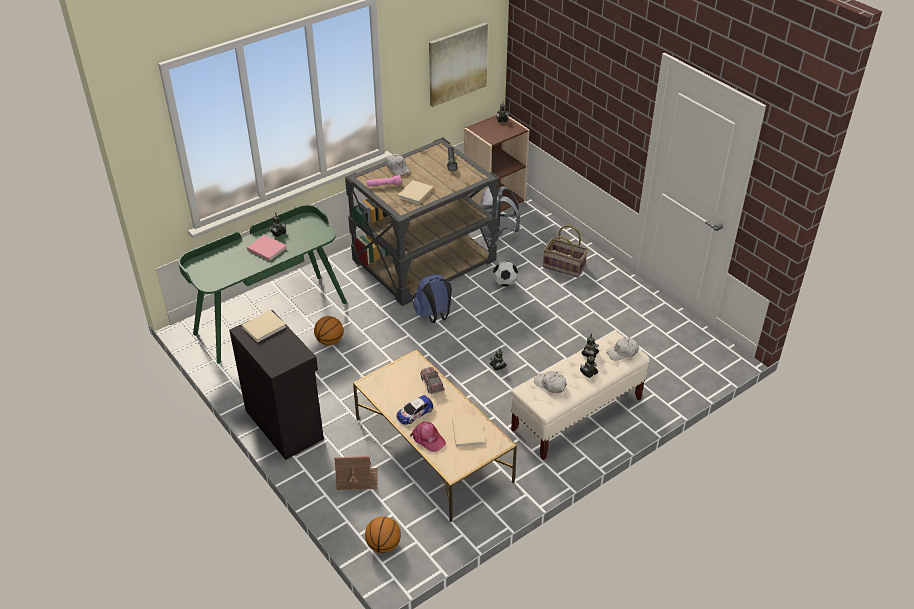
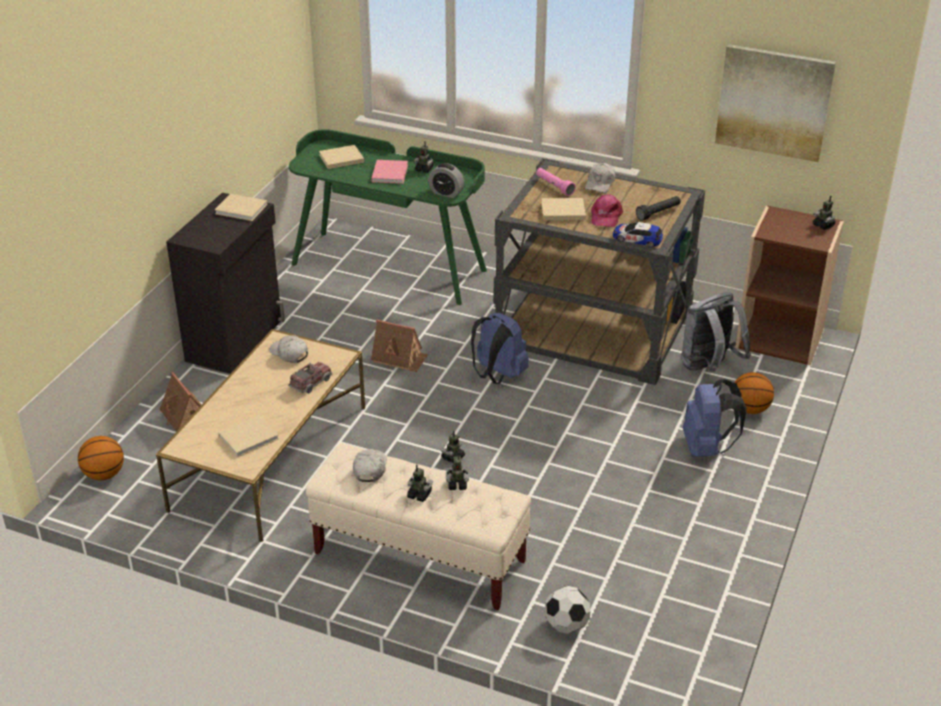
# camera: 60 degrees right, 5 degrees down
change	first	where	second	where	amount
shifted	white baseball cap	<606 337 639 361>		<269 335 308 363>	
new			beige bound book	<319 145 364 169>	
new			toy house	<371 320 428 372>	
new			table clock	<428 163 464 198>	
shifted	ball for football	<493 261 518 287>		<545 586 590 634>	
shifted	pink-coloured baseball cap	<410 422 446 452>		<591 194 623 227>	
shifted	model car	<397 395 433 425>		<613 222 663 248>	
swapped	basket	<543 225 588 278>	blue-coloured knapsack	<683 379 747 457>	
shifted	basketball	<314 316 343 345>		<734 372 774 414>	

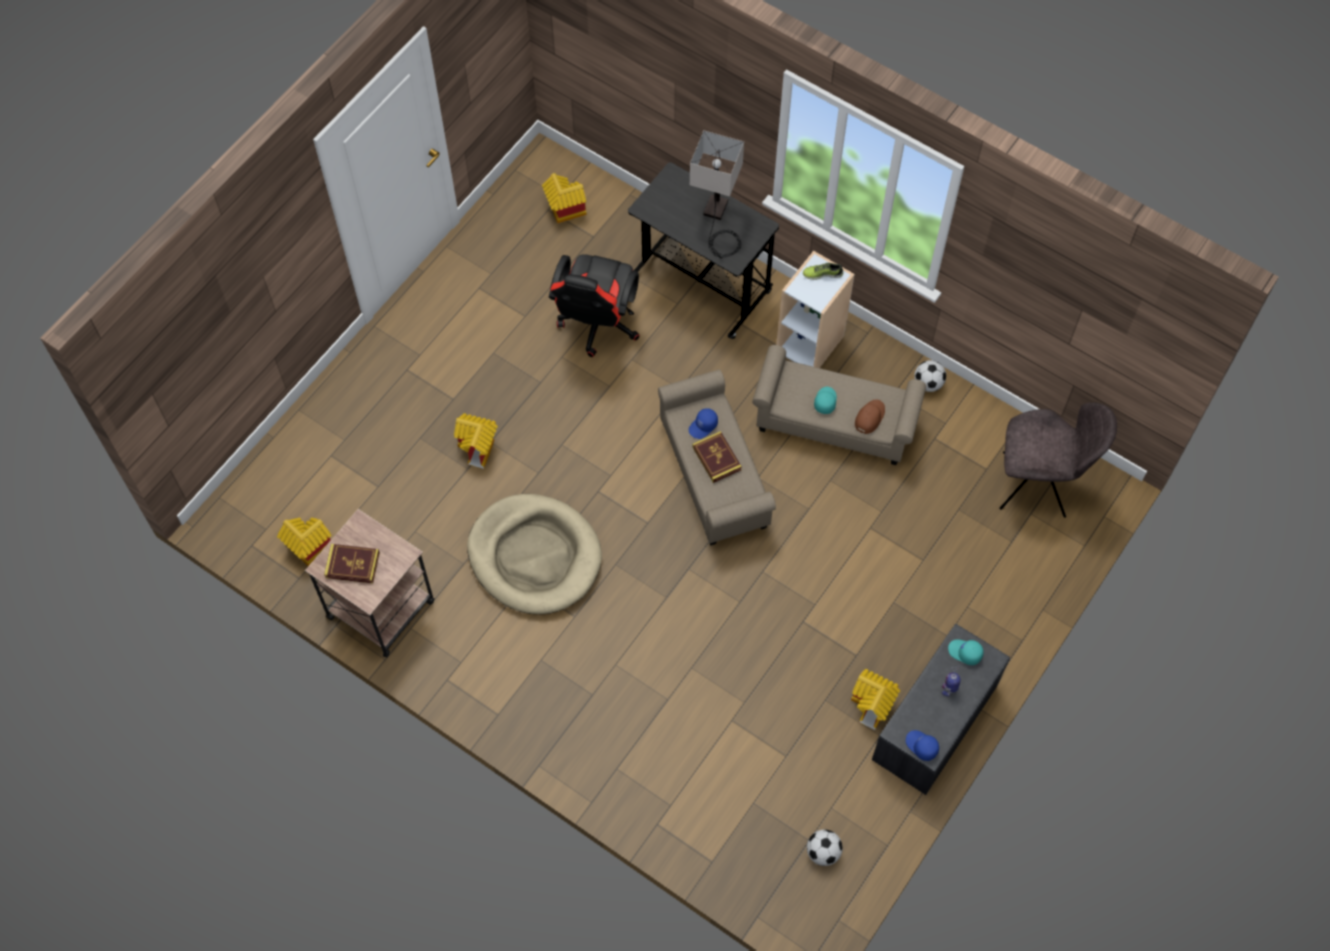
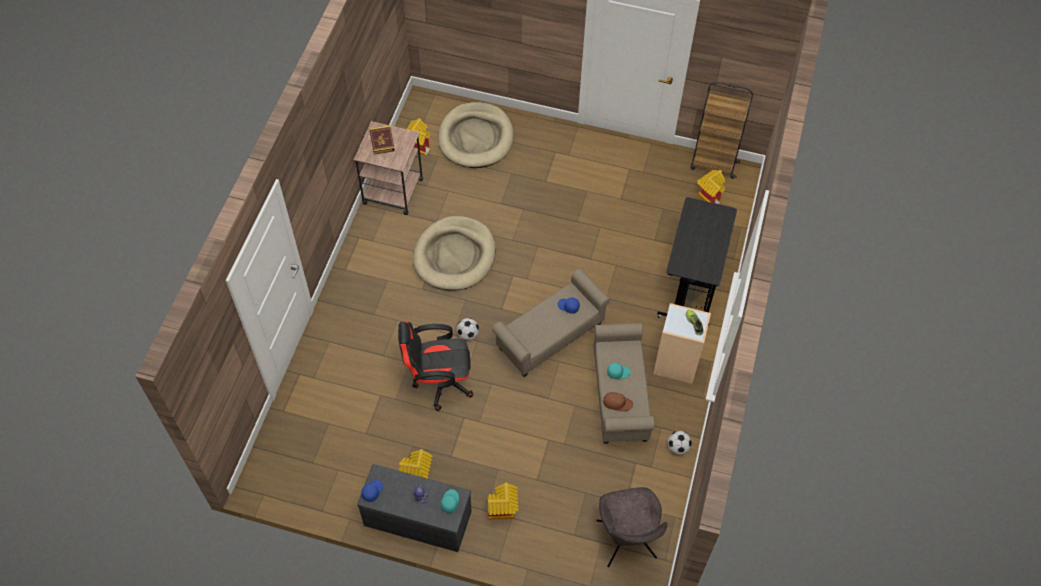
# camera: 70 degrees right, 5 degrees down
change	first	where	second	where	amount
shifted	blackish office chair	<549 254 640 357>		<398 321 473 411>	
new			beige dog cushion	<438 102 514 168>	
shifted	ball for football	<807 830 843 866>		<457 318 479 341>	
shifted	toy house	<454 413 498 469>		<488 483 518 520>	
new			brownish trolley	<690 82 753 179>	
gone	lamp for a table	<690 130 744 258>			
gone	bound book	<692 431 742 483>			

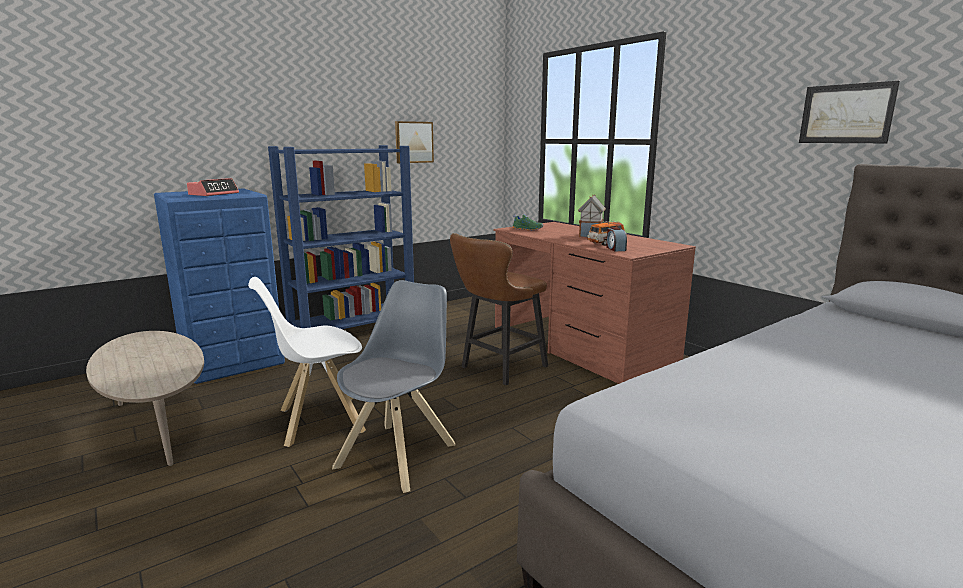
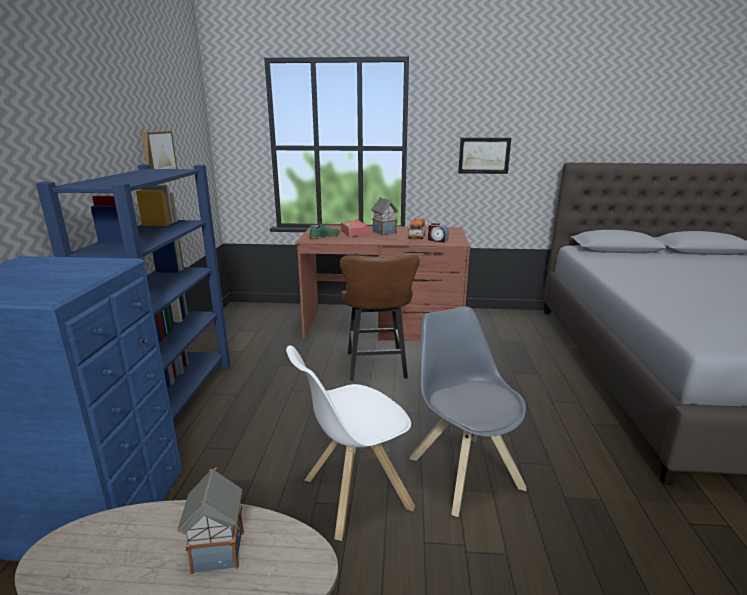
# camera: 50 degrees left, 5 degrees up
change	first	where	second	where	amount
new			toy house	<178 467 244 574>	
rotated	white chair	<248 277 366 447>		<286 345 415 541>	45 degrees clockwise
shifted	table clock	<187 178 239 196>		<341 219 371 237>	
shifted	wall art	<799 81 900 143>		<458 138 511 174>	

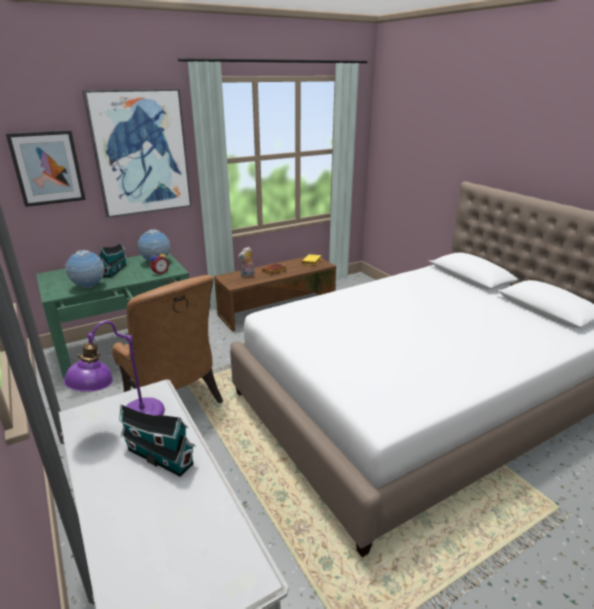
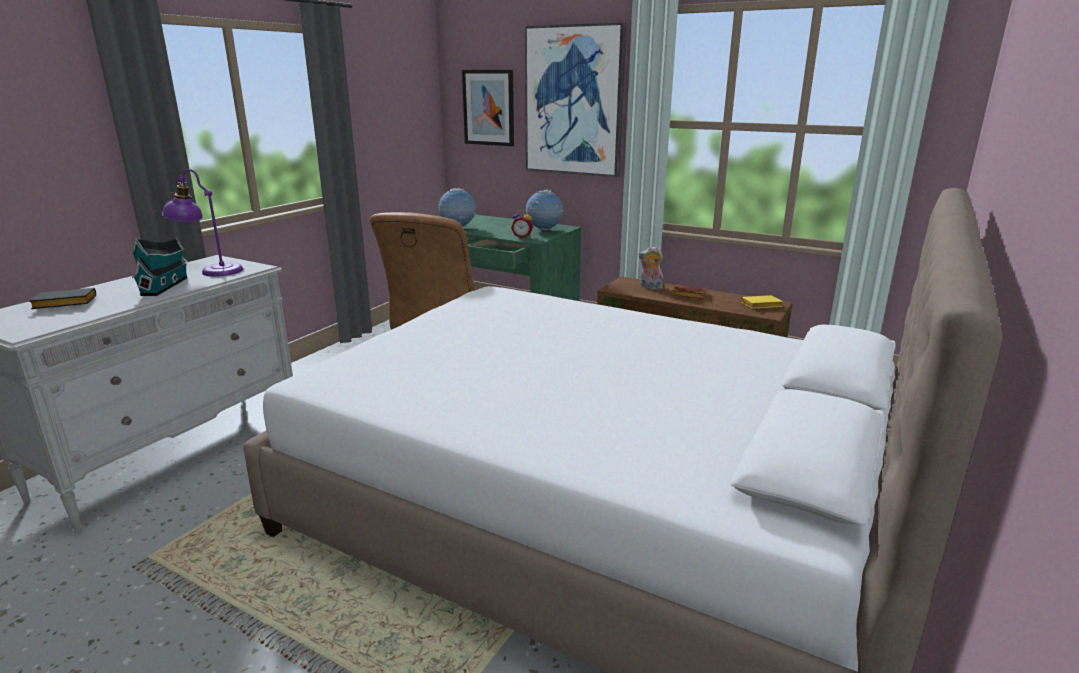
# camera: 60 degrees right, 5 degrees down
change	first	where	second	where	amount
new			blackish bound book	<29 288 96 309>	
gone	toy house	<99 243 127 277>			

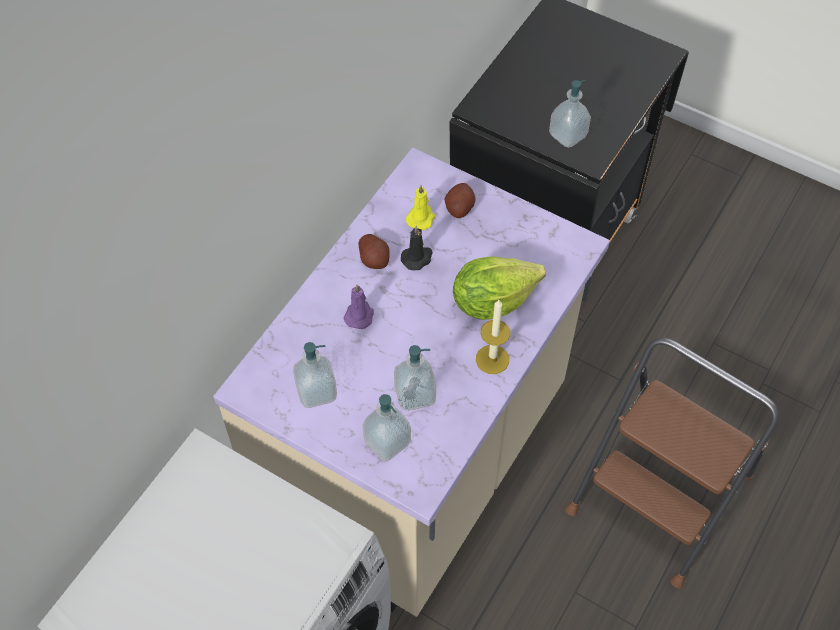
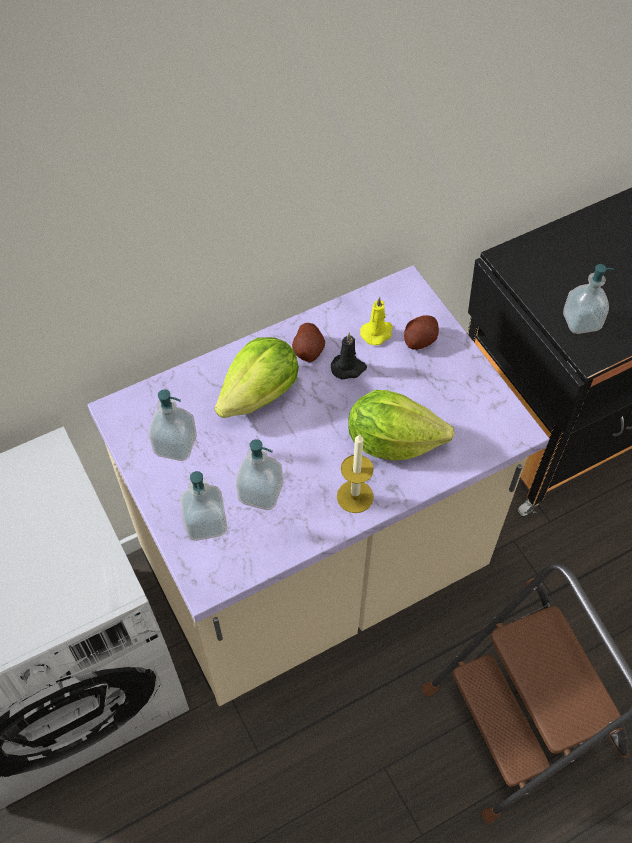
# camera: 30 degrees right, 0 degrees up
change	first	where	second	where	amount
swapped	purple-coloured wax candle	<343 284 374 329>	lettuce	<214 337 299 418>	

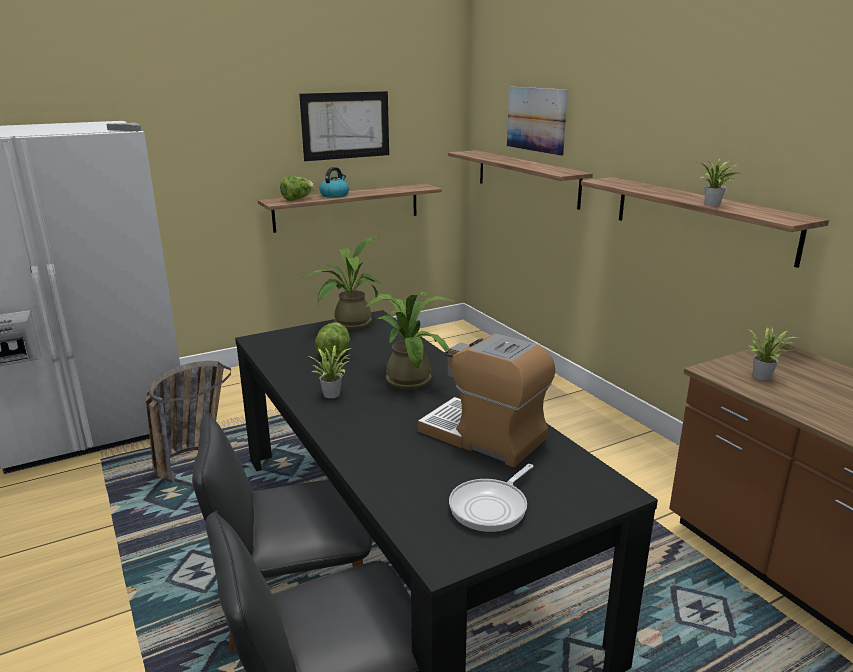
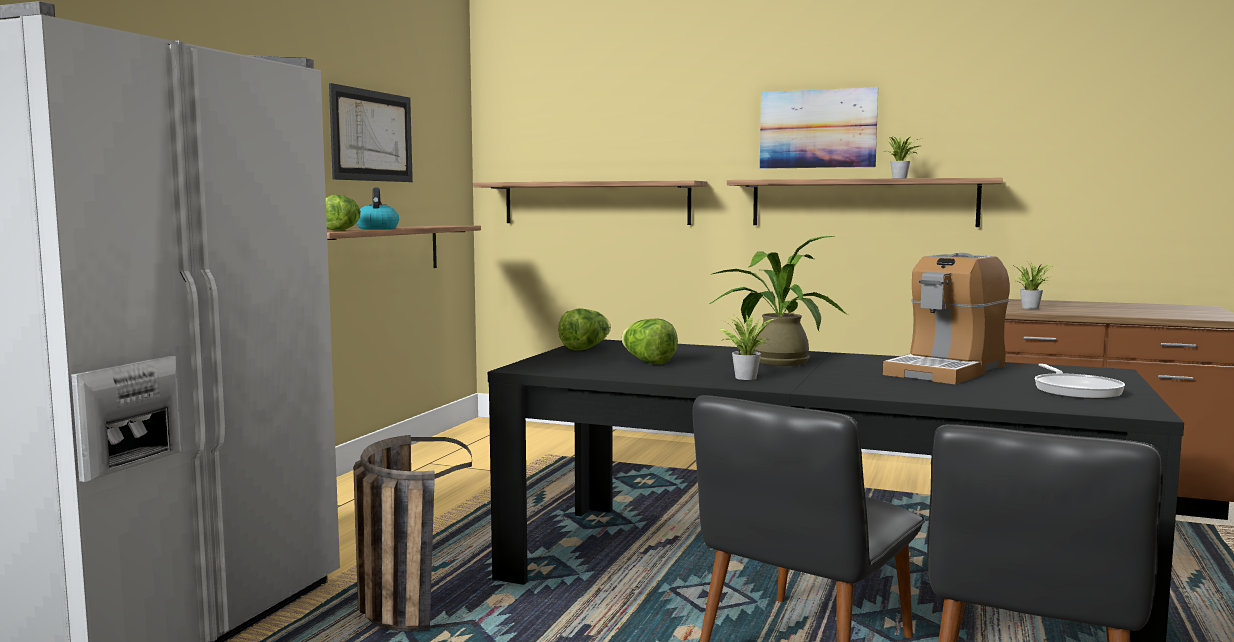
# camera: 40 degrees left, 15 degrees down
change	first	where	second	where	amount
swapped	plant in a pot	<303 237 381 330>	lettuce	<558 308 611 350>	
shifted	wall art	<507 87 568 156>		<760 87 878 169>	
rotated	coffee maker	<418 334 555 468>		<883 253 1010 385>	45 degrees counterclockwise

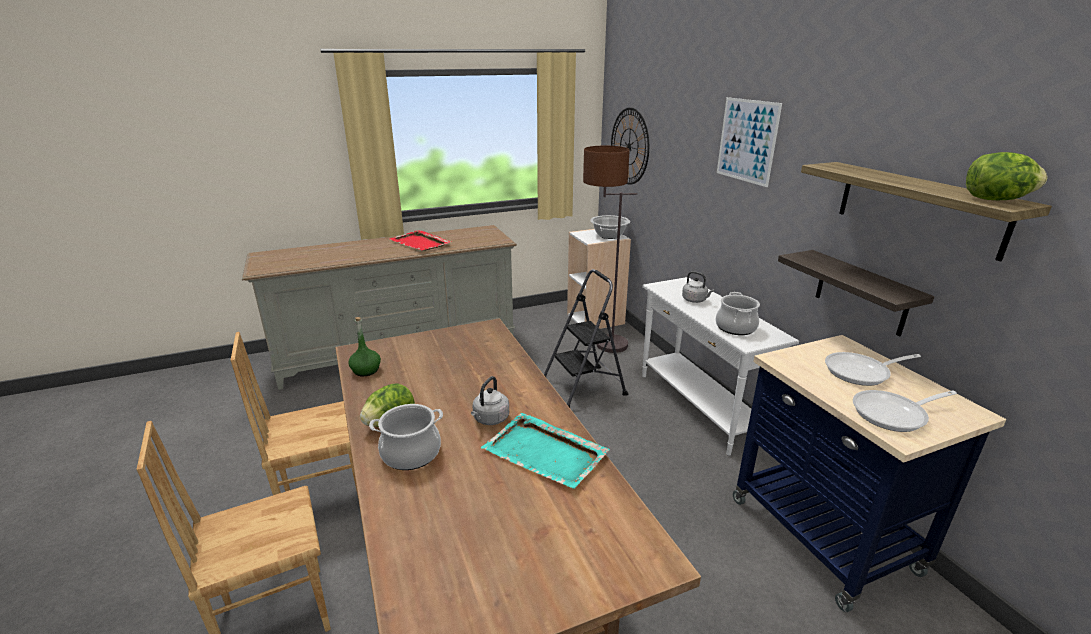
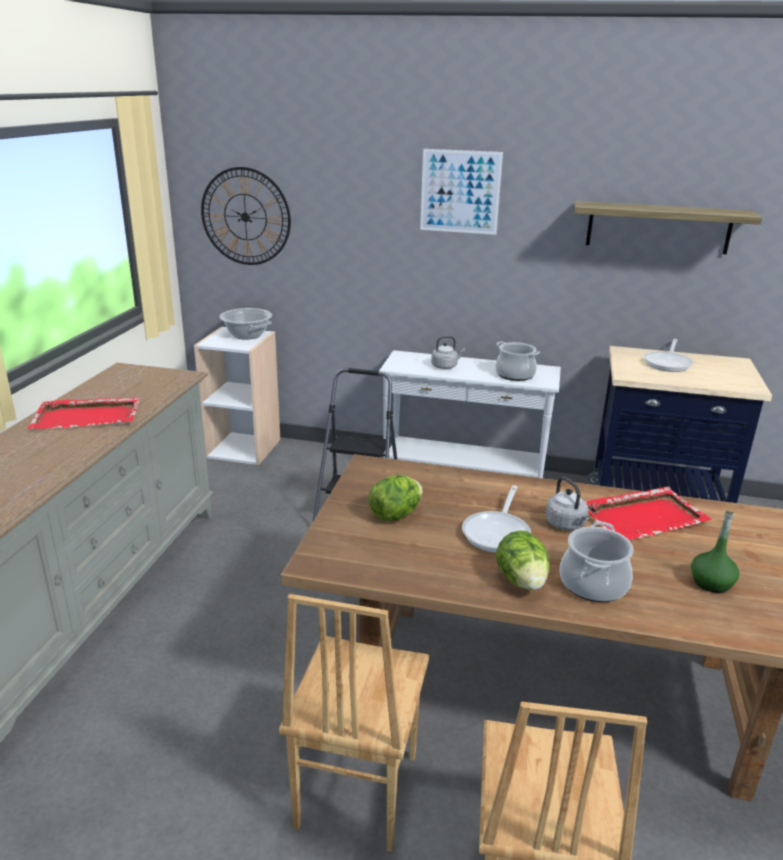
# camera: 55 degrees left, 0 degrees up
change	first	where	second	where	amount
shifted	lettuce	<966 152 1047 200>		<368 475 423 521>	
shifted	pan	<853 390 957 432>		<462 485 531 553>	
repainted	blue-green carrying tray	<481 413 610 489>	red carrying tray	<586 487 712 540>	
shifted	green-coloured beverage bottle	<348 317 381 376>		<691 509 739 593>	
gone	brownish floor lamp	<583 146 637 353>			
gone	wall shelf	<778 250 934 336>			

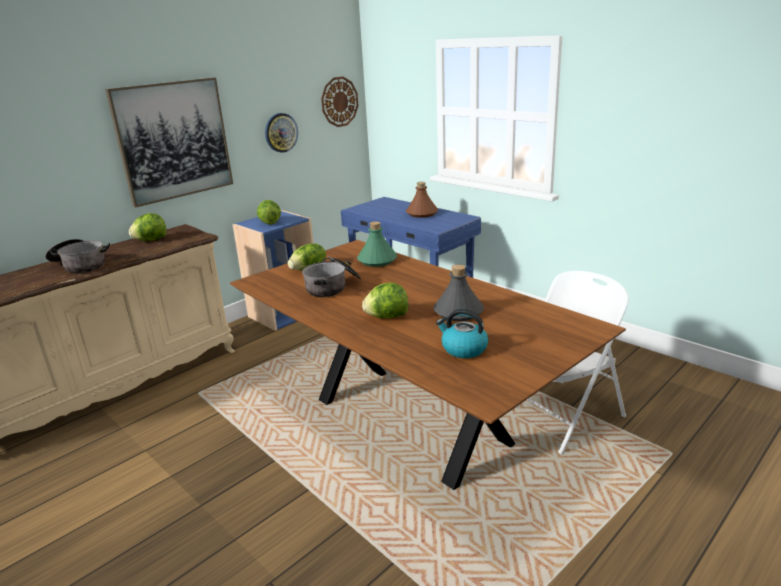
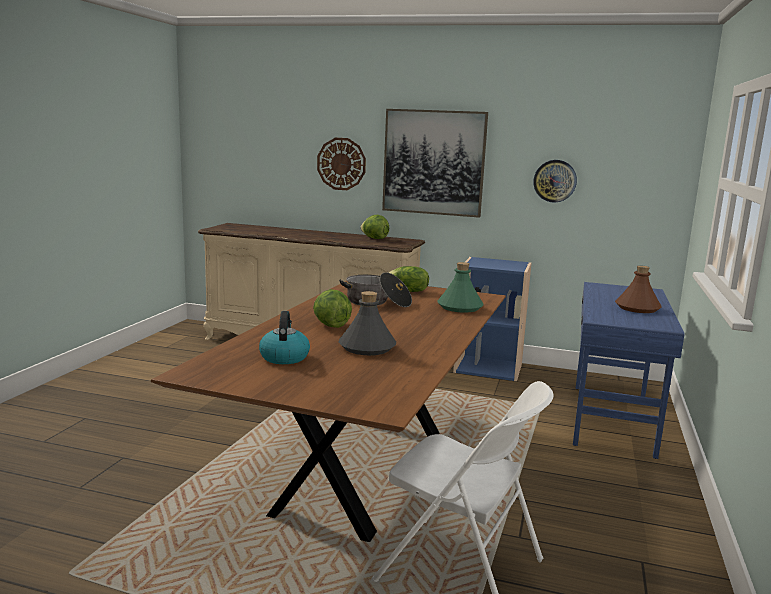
# camera: 60 degrees right, 10 degrees down
change	first	where	second	where	amount
shifted	hanging clock	<321 77 358 127>		<317 138 366 190>	
gone	cooking pot	<45 239 110 273>			
gone	lettuce	<257 200 281 225>			

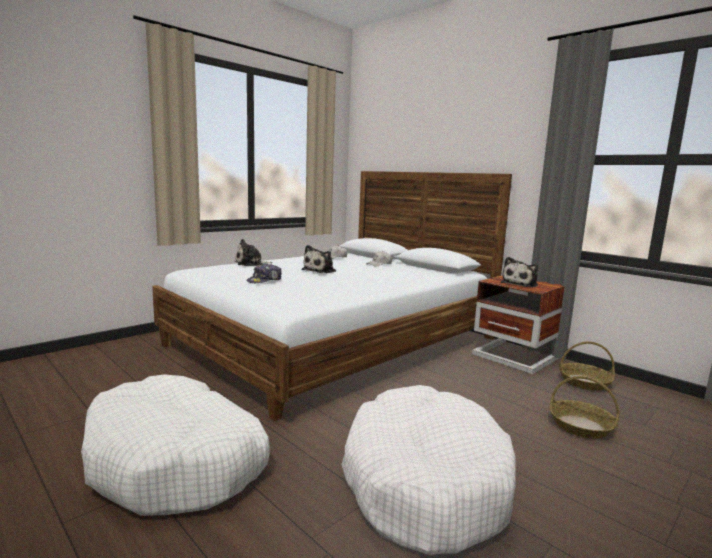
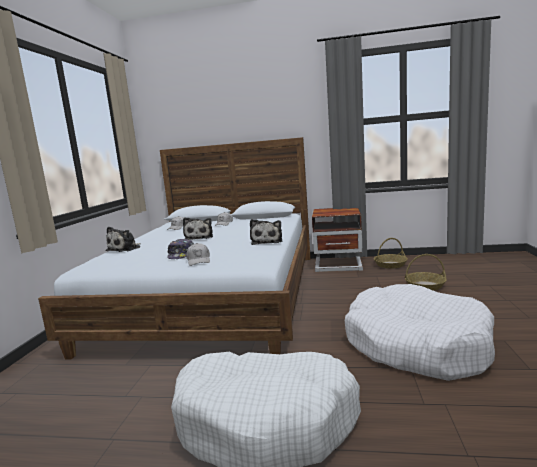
# camera: 35 degrees left, 0 degrees up
change	first	where	second	where	amount
new			white baseball cap	<186 243 210 266>	
shifted	soft toy	<501 257 538 288>		<250 219 282 245>	

